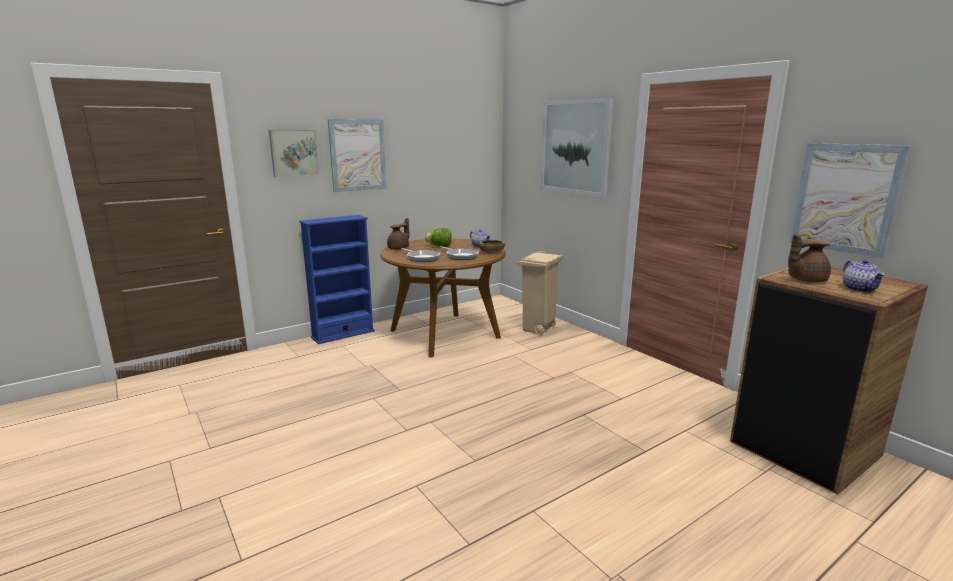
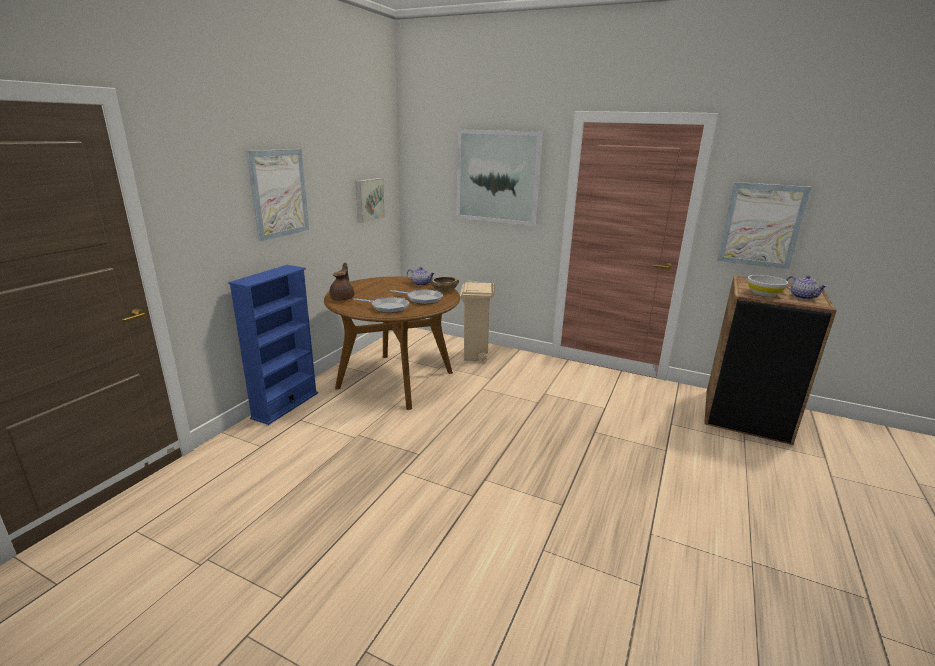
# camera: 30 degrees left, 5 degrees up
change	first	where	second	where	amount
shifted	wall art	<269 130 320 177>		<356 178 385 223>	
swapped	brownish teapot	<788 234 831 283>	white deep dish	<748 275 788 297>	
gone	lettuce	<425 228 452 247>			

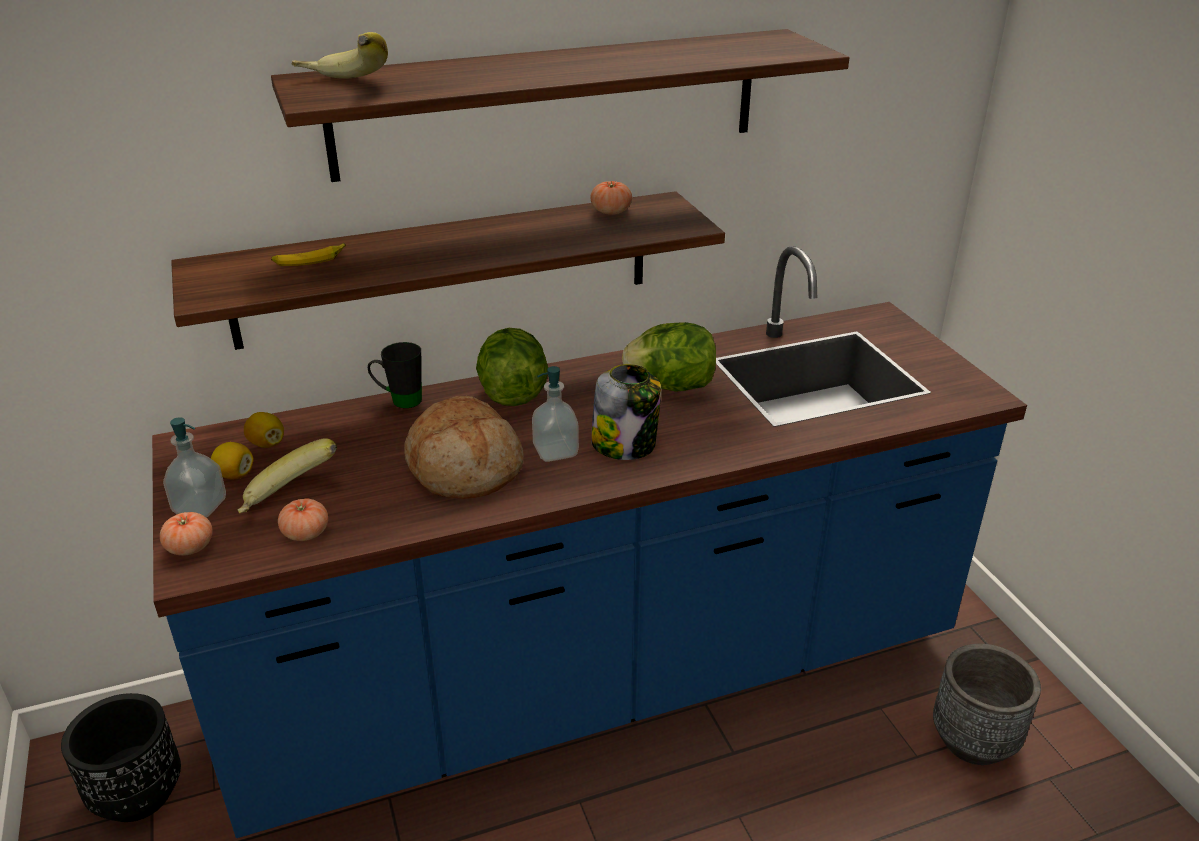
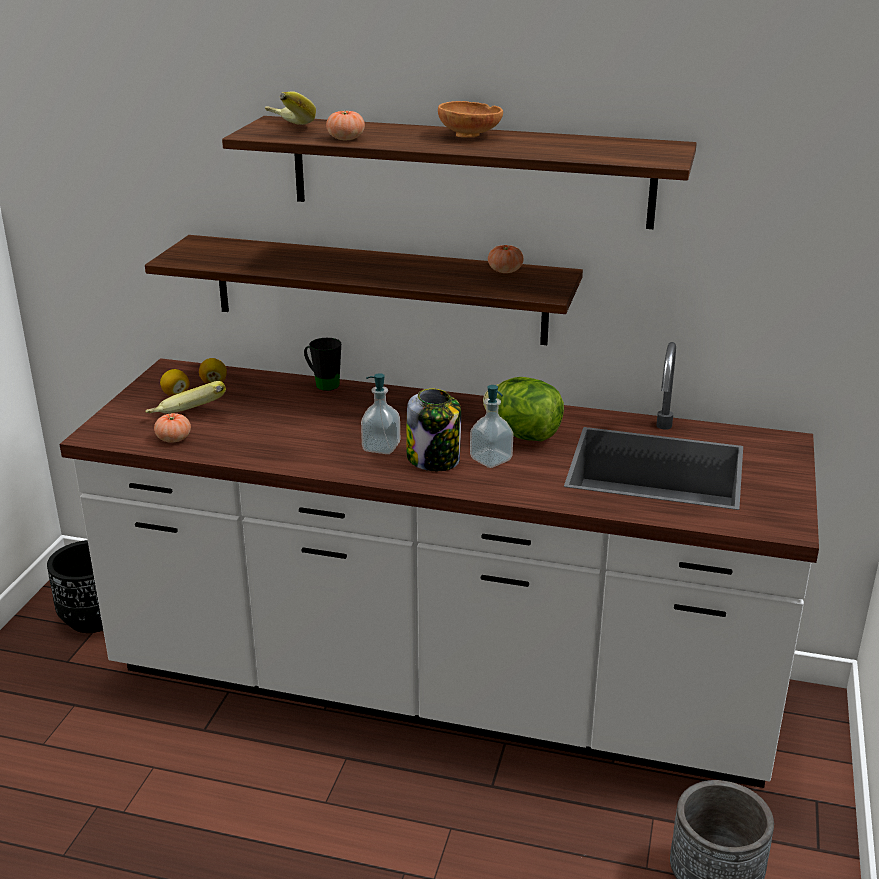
# camera: 35 degrees right, 5 degrees down
change	first	where	second	where	amount
repainted	blue-coloured kitchen base unit	<152 246 1027 838>	white kitchen base unit	<59 342 819 788>	
shifted	fresh tomato	<160 512 213 556>		<326 110 365 140>	
new			brownish deep dish	<438 101 503 138>	
shifted	liquid soap bottle	<163 417 226 518>		<470 385 513 468>	
gone	banana fruit	<271 243 346 266>			
gone	bakery bread	<404 396 524 499>			
gone	lettuce	<476 328 548 406>			

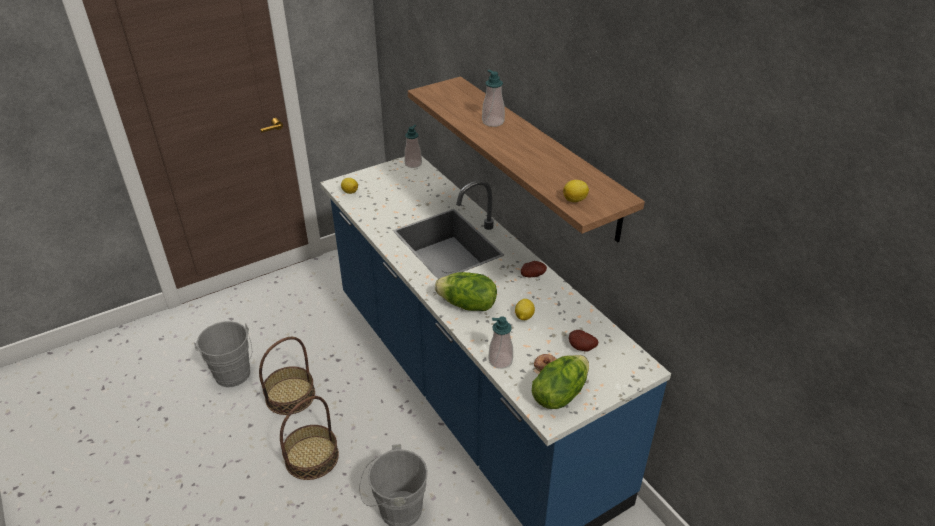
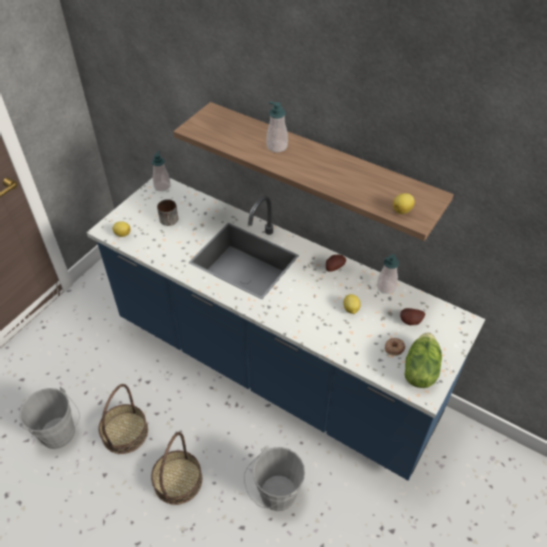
# camera: 25 degrees left, 10 degrees up
change	first	where	second	where	amount
new			tea mug	<157 199 178 226>	
shifted	liquid soap bottle	<489 316 513 369>		<377 254 399 294>	
gone	lettuce	<435 272 497 311>			

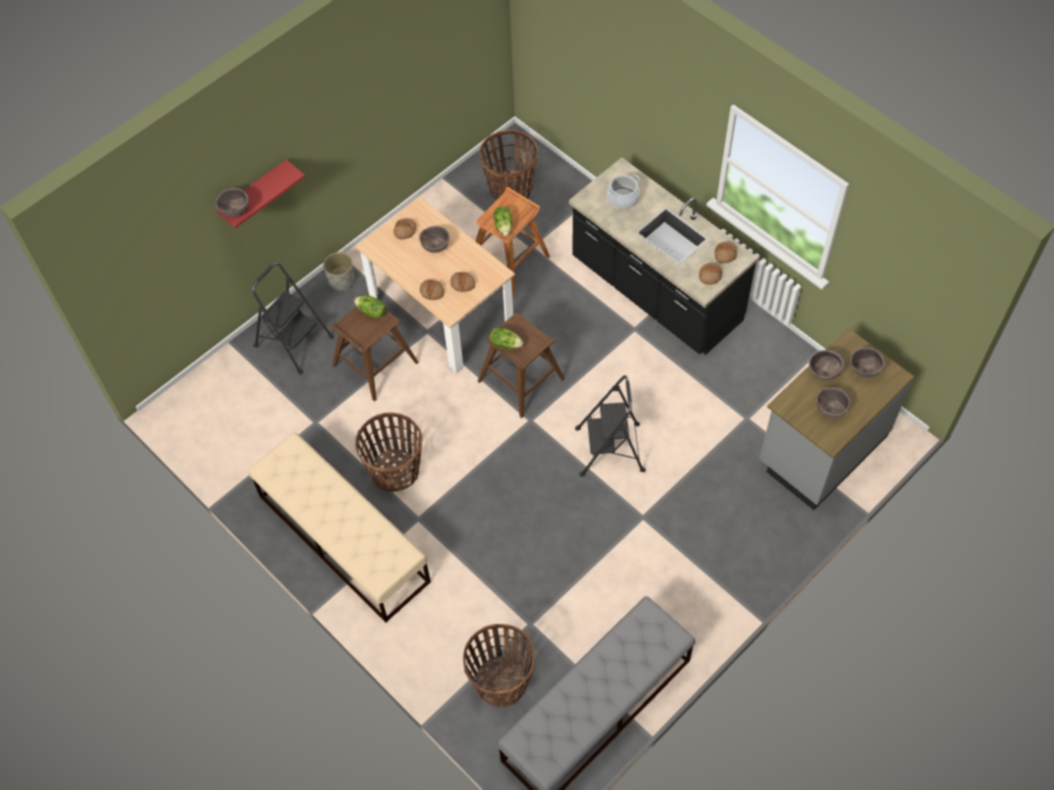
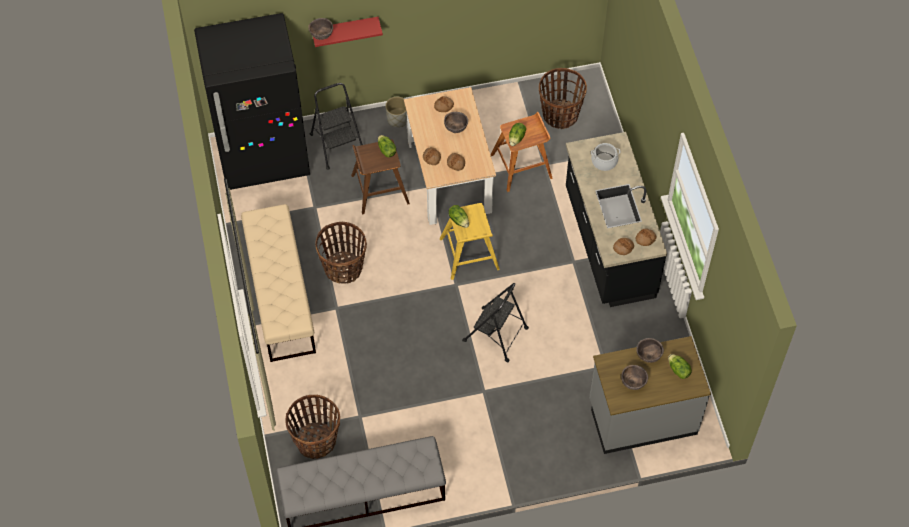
# camera: 30 degrees right, 0 degrees up
change	first	where	second	where	amount
new			blackish refrigerator	<194 13 310 190>	
repainted	brownish stool seat	<477 313 565 418>	yellow-coloured stool seat	<440 203 500 280>	
swapped	brownish deep dish	<850 347 885 378>	lettuce	<668 354 692 379>	

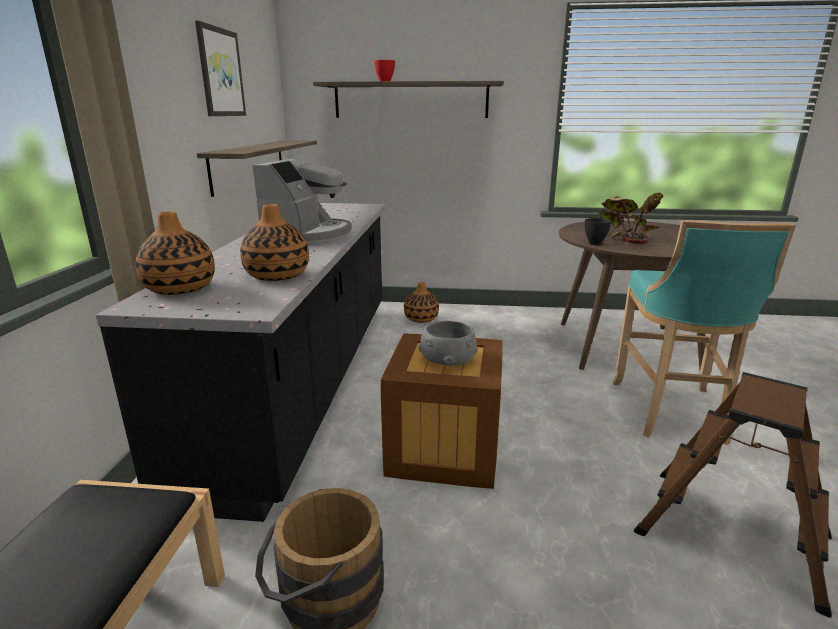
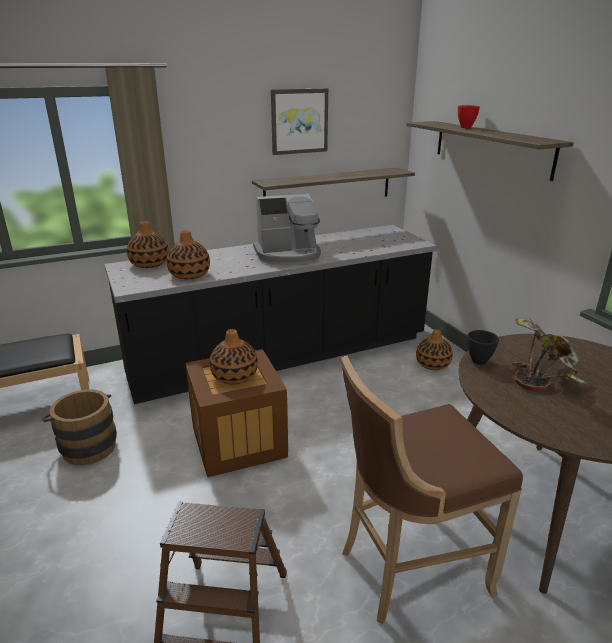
# camera: 60 degrees right, 5 degrees up
change	first	where	second	where	amount
swapped	grey deep dish	<418 321 477 365>	decorative vase	<210 329 258 384>	
repainted	blue-green stool seat	<612 220 796 445>	brownish stool seat	<341 356 523 625>	

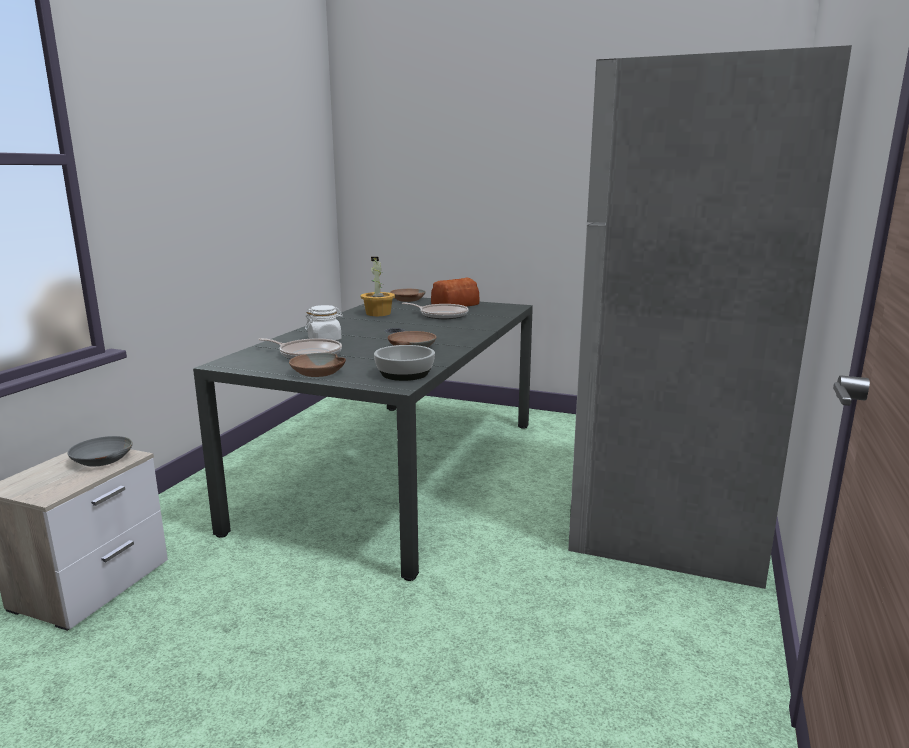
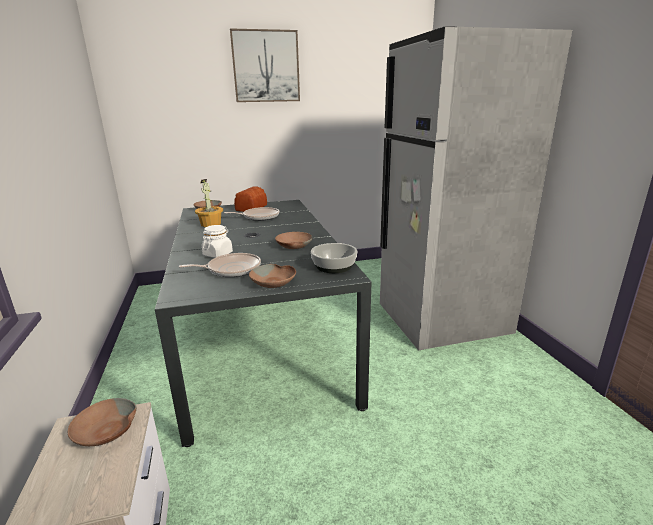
# camera: 35 degrees left, 5 degrees up
change	first	where	second	where	amount
repainted	grey deep dish	<67 436 133 467>	brownish deep dish	<68 398 137 446>	
new			wall art	<230 28 300 102>	

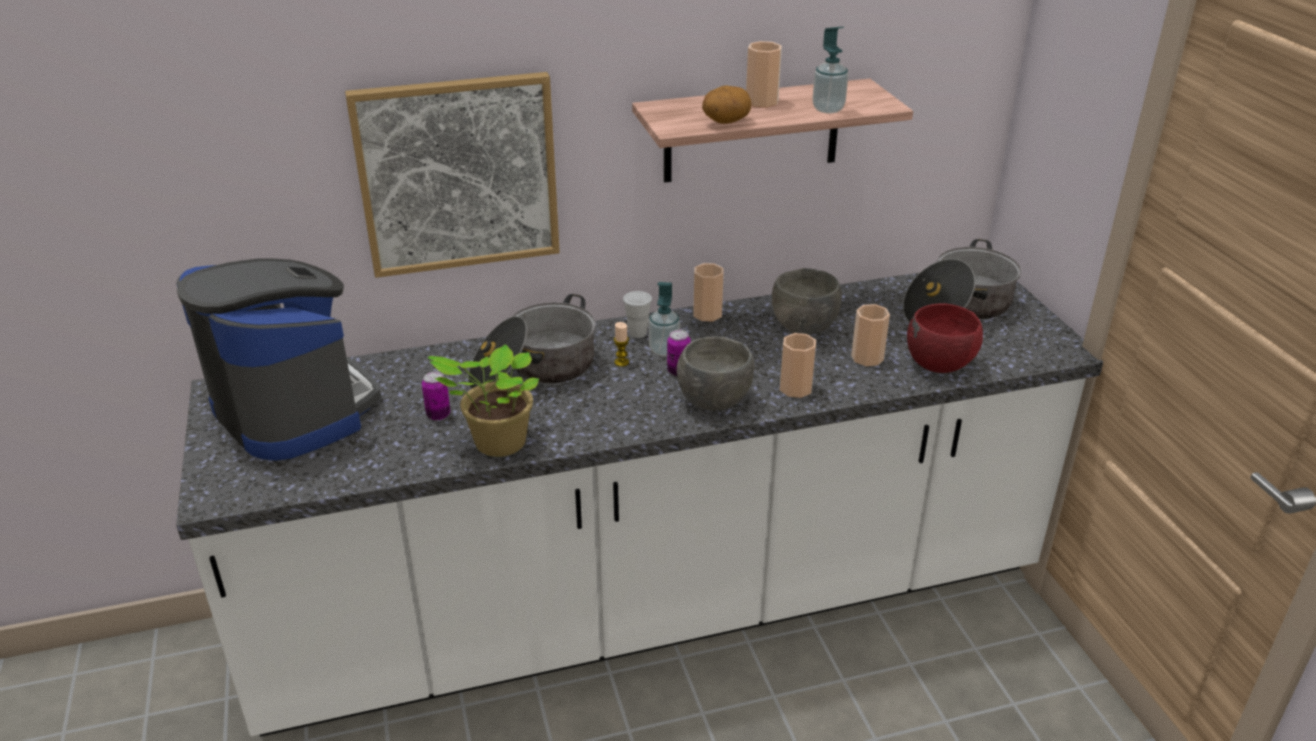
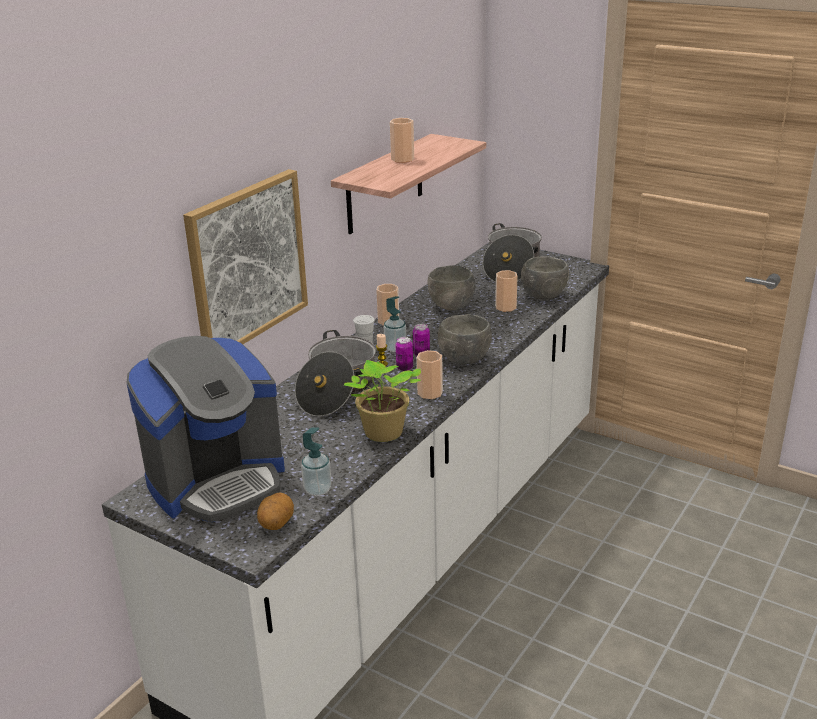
# camera: 40 degrees left, 5 degrees down
change	first	where	second	where	amount
rotated	coffee maker	<176 258 381 461>		<126 336 285 522>	135 degrees clockwise
shifted	potato	<702 85 752 124>		<257 493 294 530>	
shifted	liquid soap bottle	<812 27 848 113>		<301 428 331 496>	
shifted	sealed can	<422 371 450 420>		<396 337 413 371>	
shifted	cup	<780 333 816 398>		<417 350 443 399>	
repainted	red deep dish	<907 303 983 373>	grey deep dish	<521 256 569 300>	

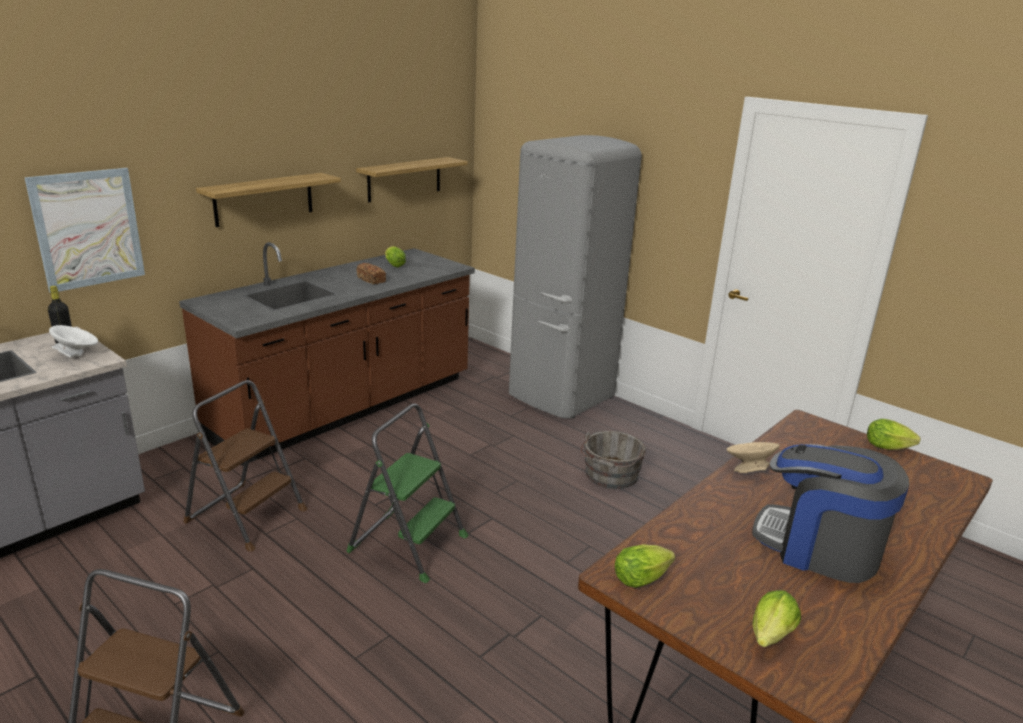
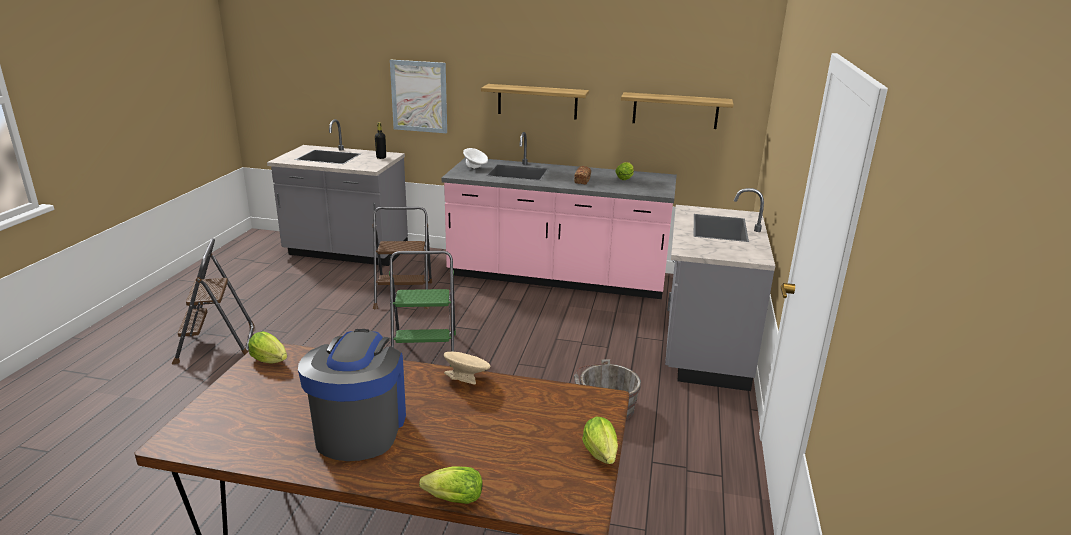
# camera: 60 degrees right, 0 degrees up
change	first	where	second	where	amount
shifted	lettuce	<752 590 801 647>		<419 466 482 504>	
repainted	brownish kitchen base unit	<179 242 475 466>	pink-coloured kitchen base unit	<442 132 677 299>	
shifted	white deep dish	<49 325 98 357>		<463 148 488 169>	
swapped	grey refrigerator	<509 135 642 418>	grey kitchen base unit	<665 188 775 391>	

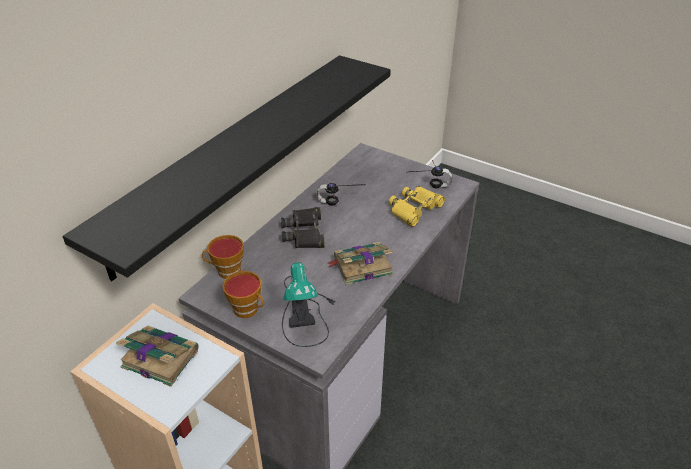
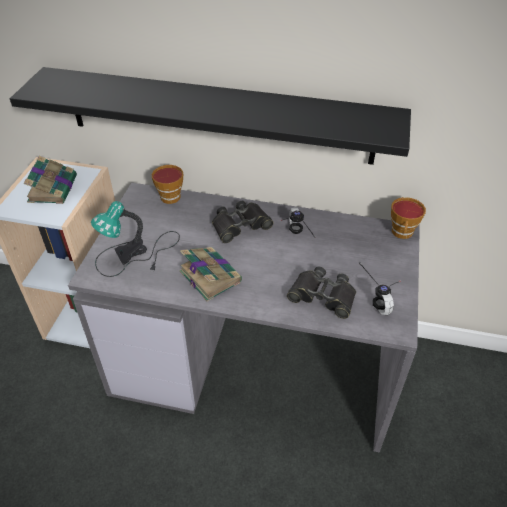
# camera: 70 degrees right, 5 degrees up
change	first	where	second	where	amount
repainted	yellow-coloured pair of binoculars	<389 186 445 227>	blackish pair of binoculars	<287 267 356 319>	
shifted	cup	<222 271 264 318>		<391 197 426 239>	

